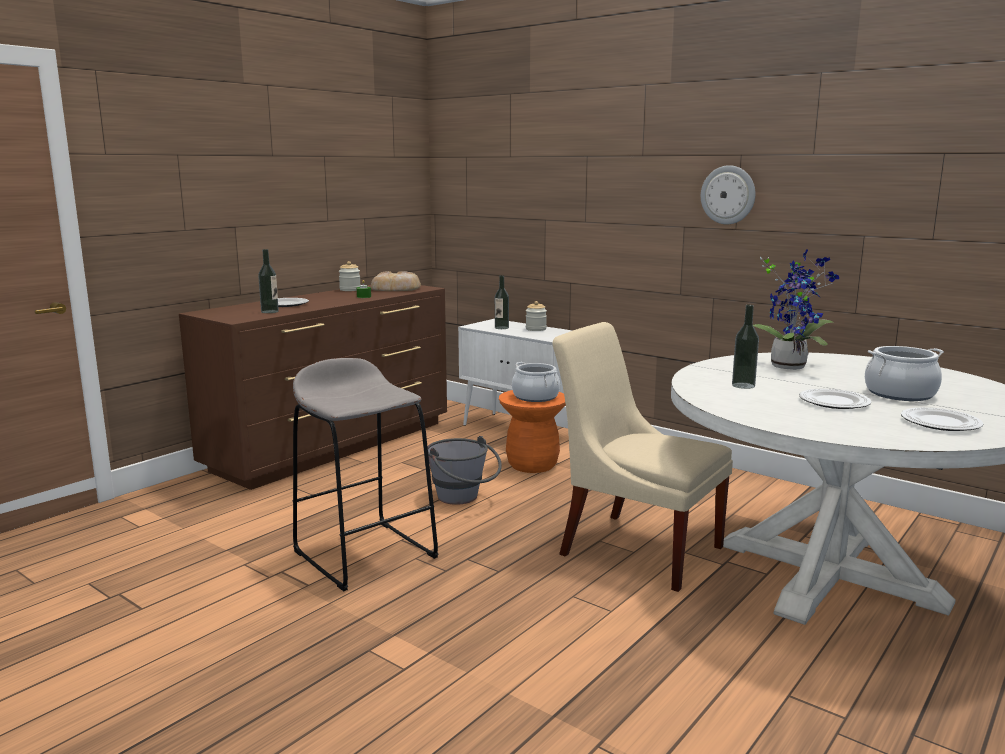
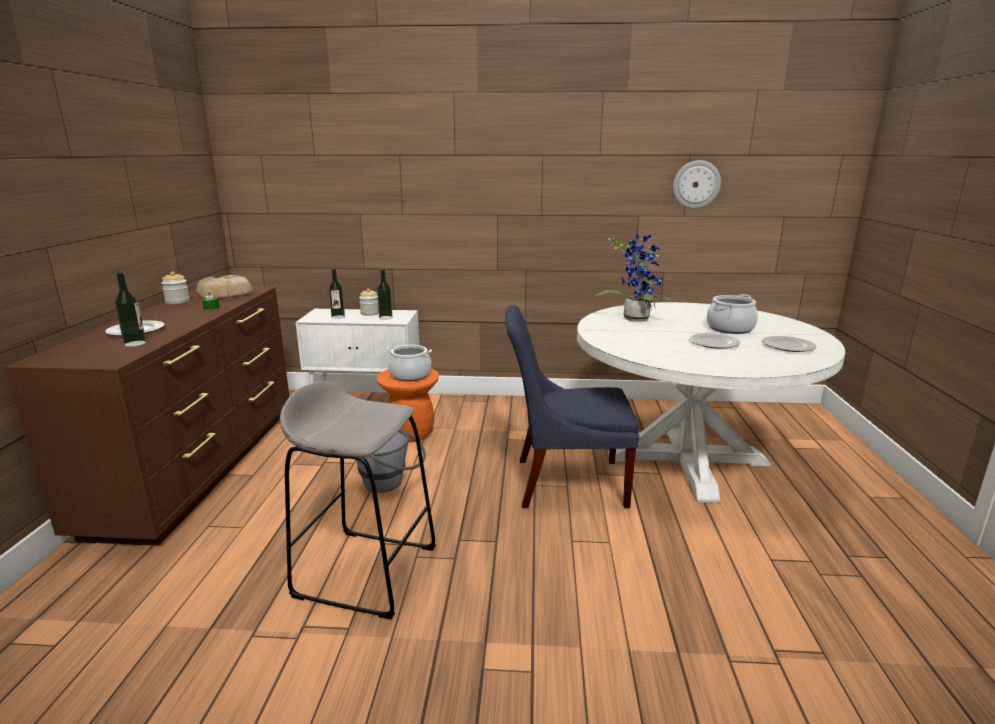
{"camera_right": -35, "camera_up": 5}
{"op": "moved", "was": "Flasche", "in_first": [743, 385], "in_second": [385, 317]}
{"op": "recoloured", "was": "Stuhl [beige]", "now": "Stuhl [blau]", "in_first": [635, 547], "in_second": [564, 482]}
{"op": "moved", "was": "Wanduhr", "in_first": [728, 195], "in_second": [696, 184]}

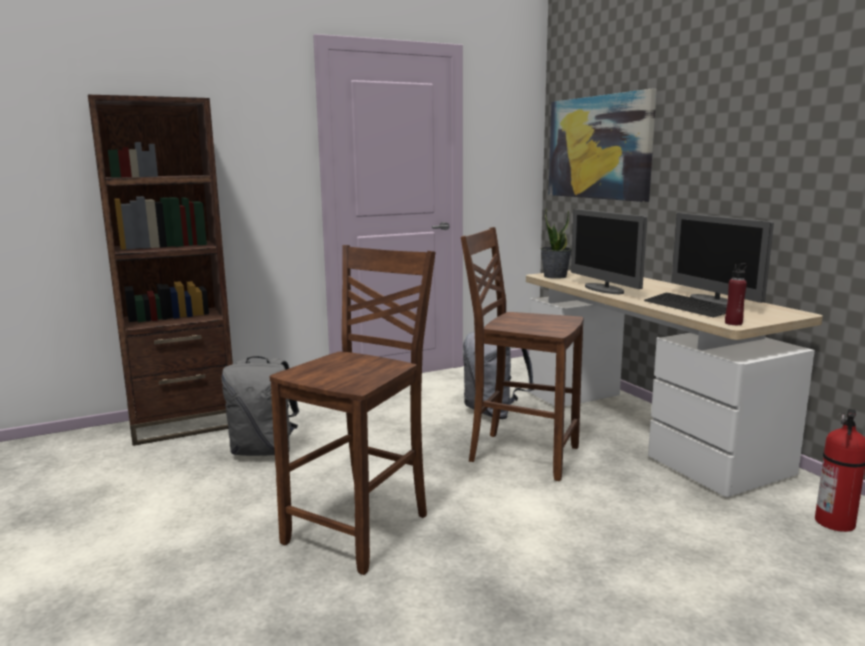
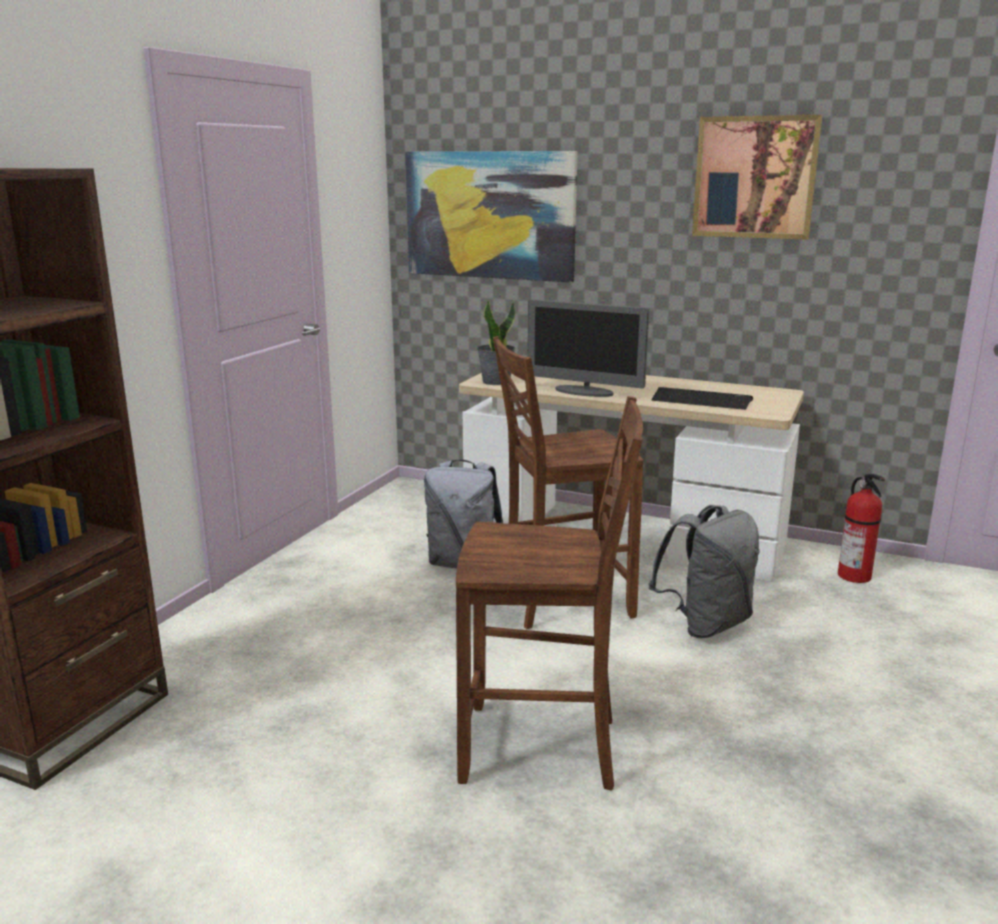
{"camera_right": -40, "camera_up": 5}
{"op": "turned", "was": "Stuhl [braun]", "in_first": [362, 529], "in_second": [543, 749], "clockwise": 105}
{"op": "moved", "was": "Rucksack [grau]", "in_first": [264, 451], "in_second": [705, 624]}
{"op": "added", "now": "Bild", "in_second": [755, 177]}
{"op": "removed", "was": "Monitor", "in_first": [714, 302]}
{"op": "removed", "was": "Flasche [rot]", "in_first": [733, 323]}

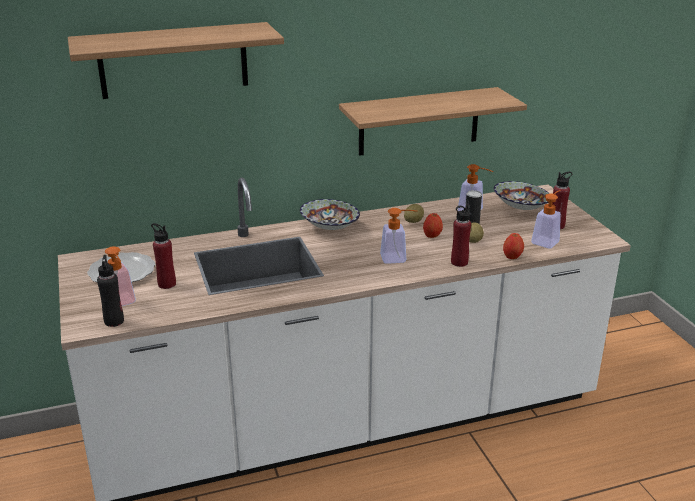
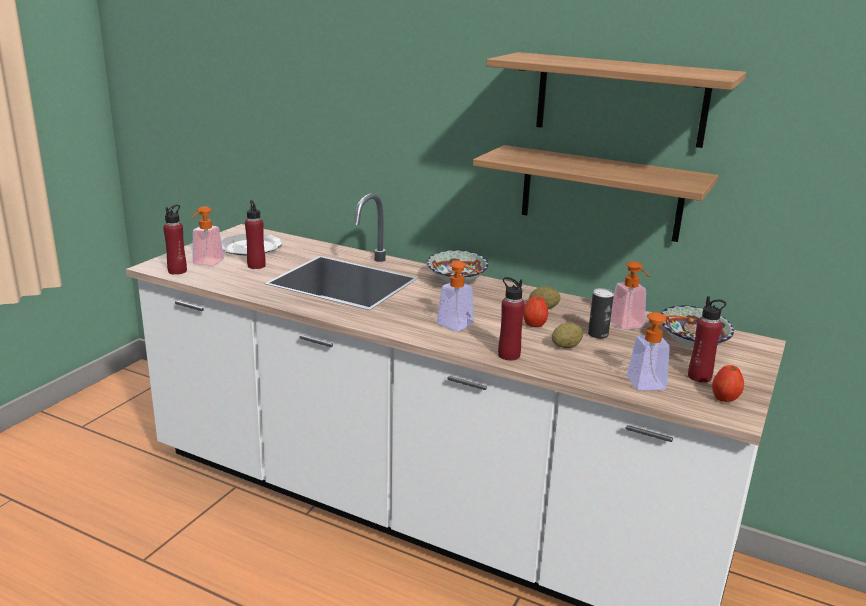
{"camera_right": 45, "camera_up": -5}
{"op": "recoloured", "was": "Flasche [schwarz]", "now": "Flasche [rot]", "in_first": [114, 321], "in_second": [177, 271]}
{"op": "moved", "was": "Wandregal", "in_first": [173, 60], "in_second": [620, 99]}
{"op": "moved", "was": "Apfel", "in_first": [512, 257], "in_second": [724, 399]}

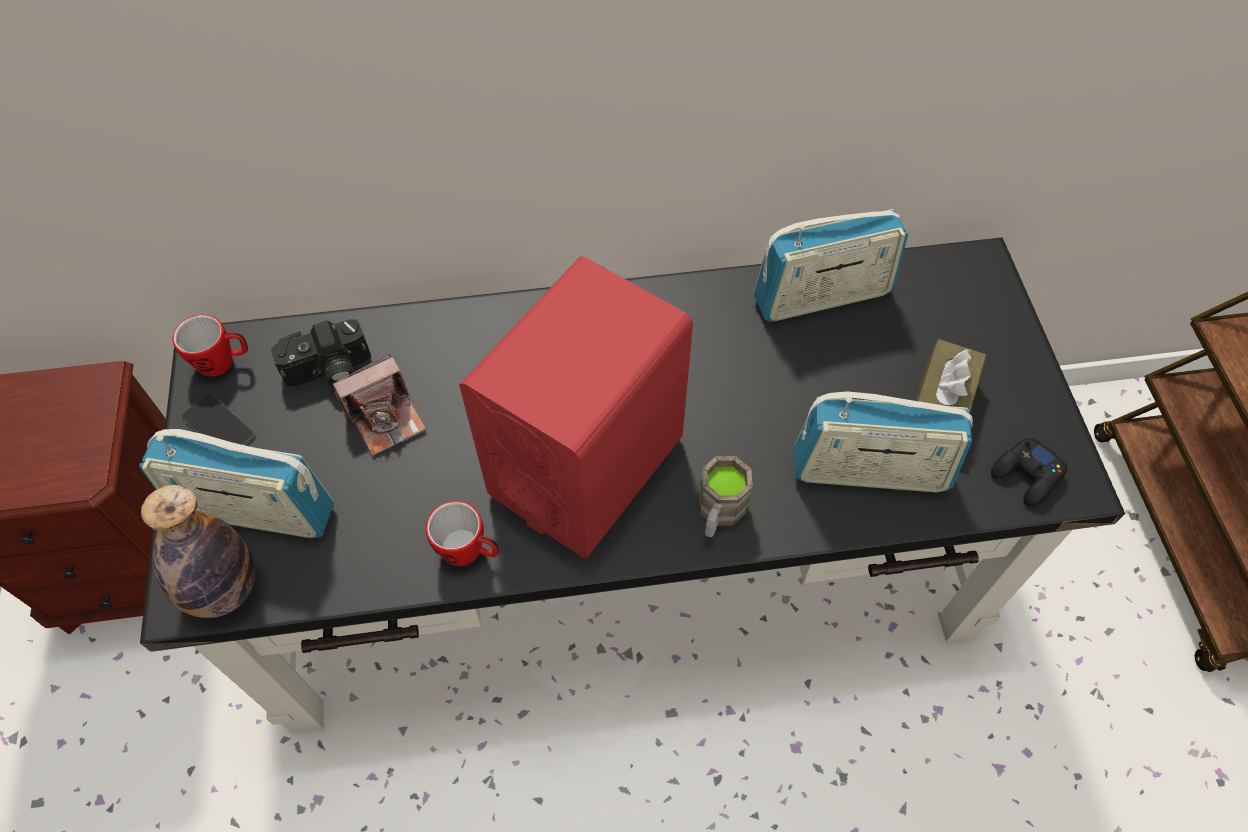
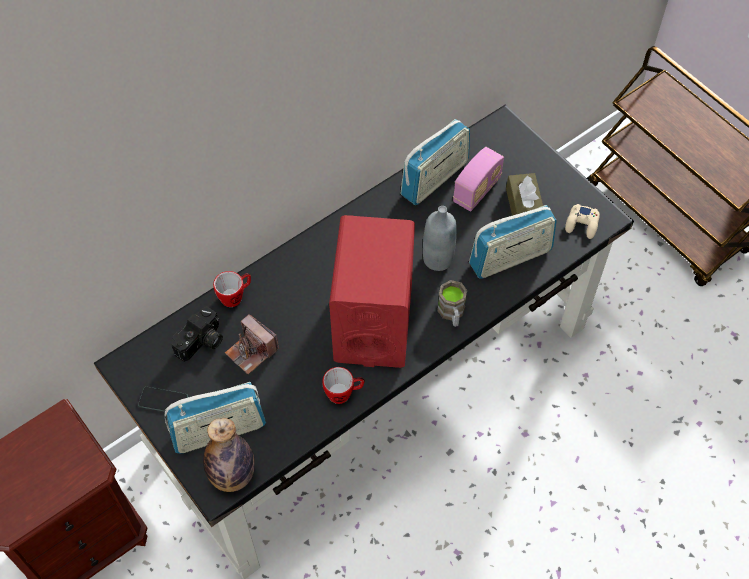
{"camera_right": -30, "camera_up": 0}
{"op": "moved", "was": "Henkelbecher", "in_first": [223, 362], "in_second": [235, 296]}
{"op": "turned", "was": "Kamera", "in_first": [386, 418], "in_second": [252, 351], "clockwise": 105}
{"op": "added", "now": "Flasche [grau]", "in_second": [437, 259]}
{"op": "added", "now": "Radio", "in_second": [477, 190]}
{"op": "recoloured", "was": "Gamepad [schwarz]", "now": "Gamepad [beige]", "in_first": [1026, 475], "in_second": [582, 224]}

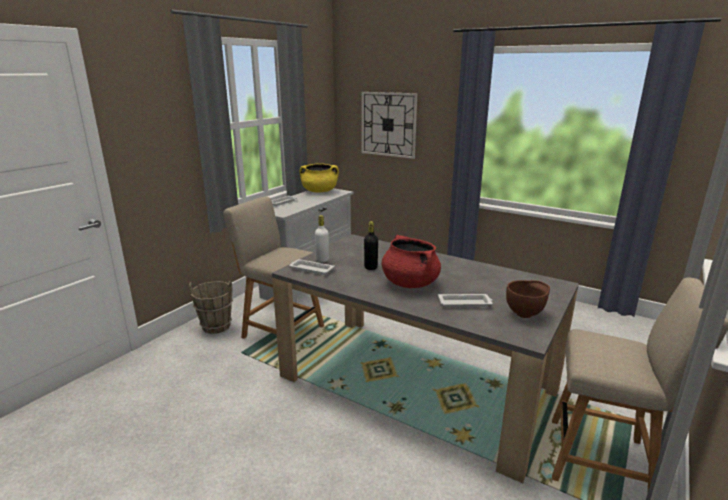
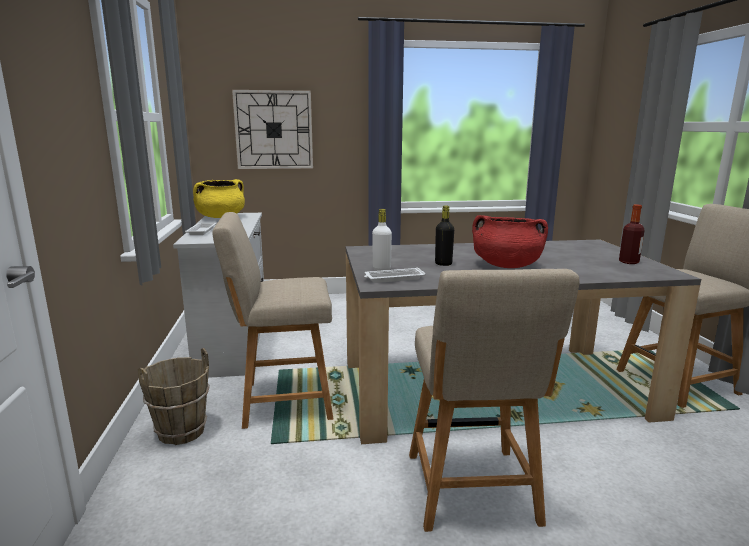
{"camera_right": -40, "camera_up": -5}
{"op": "added", "now": "Stuhl [beige]", "in_second": [472, 493]}
{"op": "replaced", "was": "Schüssel [braun]", "now": "Flasche", "in_first": [525, 314], "in_second": [628, 262]}
{"op": "removed", "was": "Tablett [weiß]", "in_first": [465, 303]}

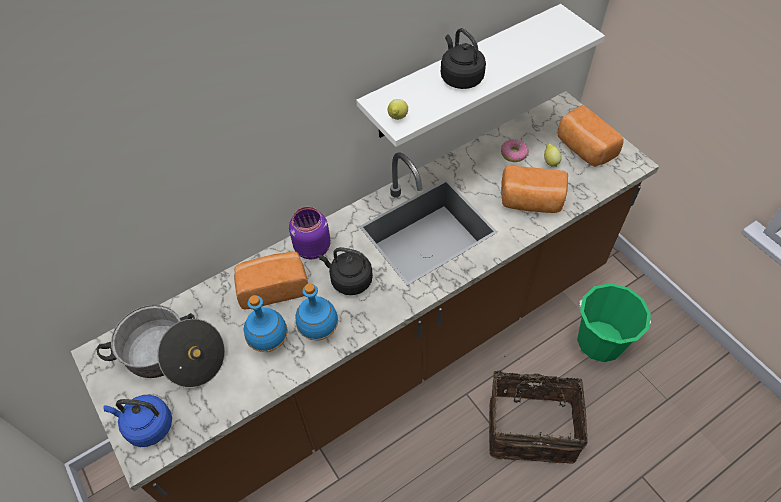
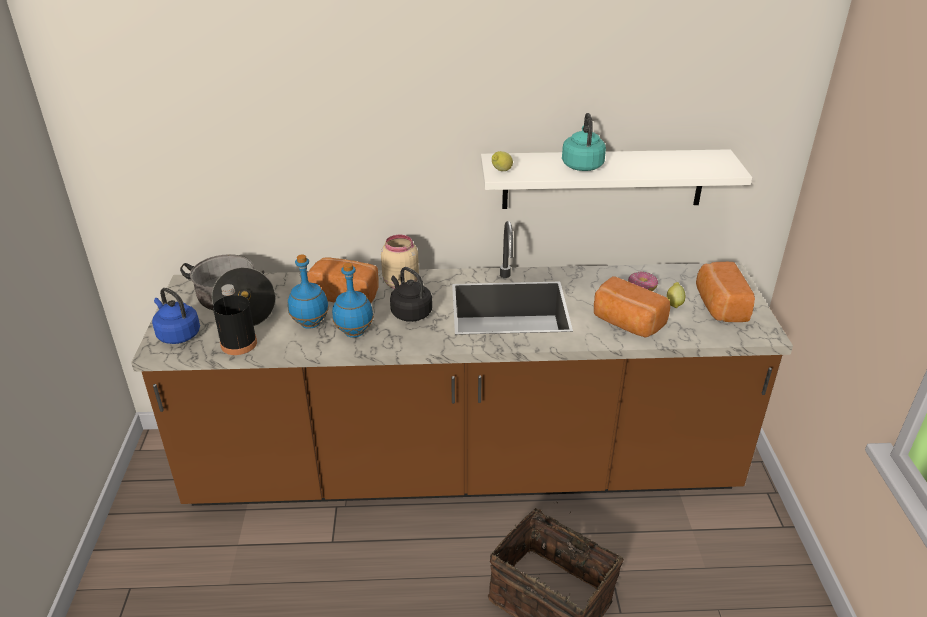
{"camera_right": 30, "camera_up": -20}
{"op": "added", "now": "Flasche [schwarz]", "in_second": [239, 344]}
{"op": "recoloured", "was": "Vorratsglas [lila]", "now": "Vorratsglas [beige]", "in_first": [311, 247], "in_second": [400, 282]}
{"op": "recoloured", "was": "Wasserkessel [schwarz]", "now": "Wasserkessel [türkis]", "in_first": [460, 77], "in_second": [582, 165]}
{"op": "removed", "was": "Eimer [grün]", "in_first": [600, 341]}

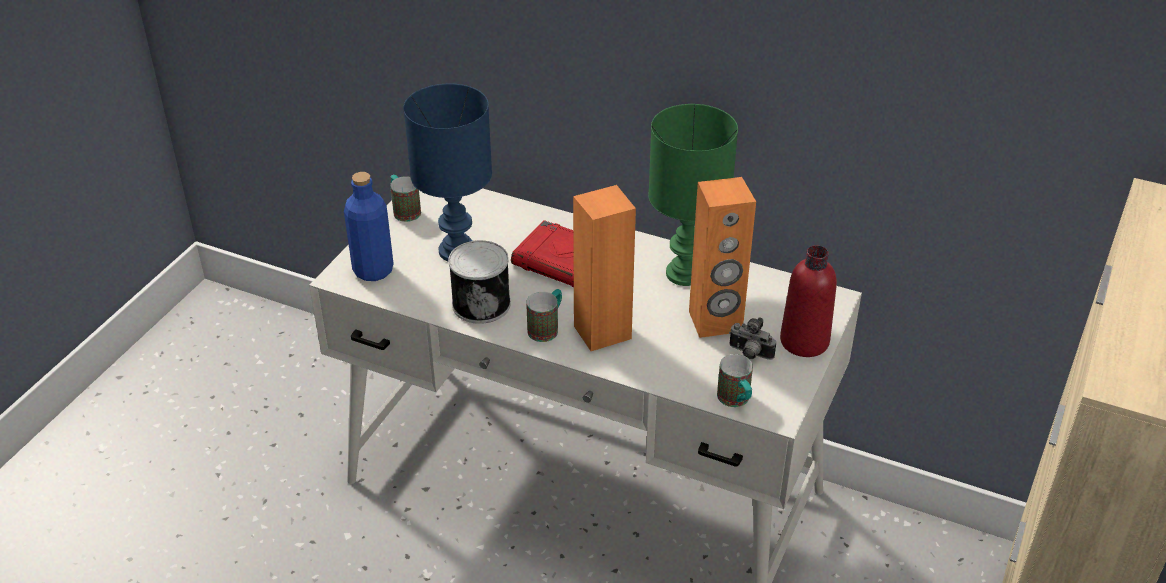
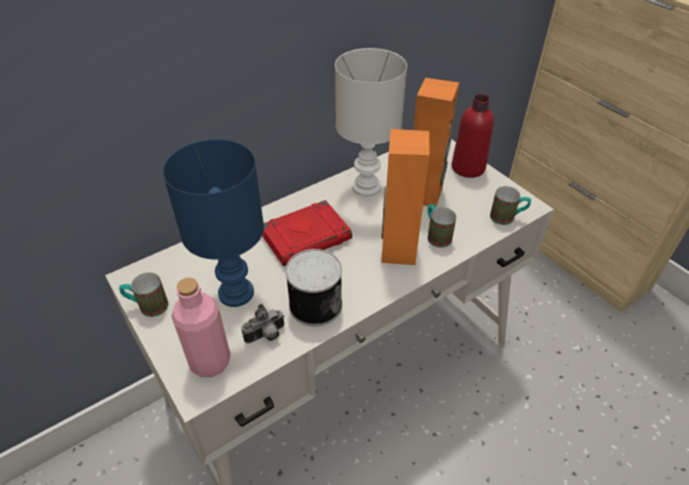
{"camera_right": -60, "camera_up": 5}
{"op": "recoloured", "was": "Flasche [blau]", "now": "Flasche [rosa]", "in_first": [373, 270], "in_second": [210, 361]}
{"op": "moved", "was": "Kamera", "in_first": [749, 354], "in_second": [266, 336]}
{"op": "recoloured", "was": "Tischlampe [grün]", "now": "Tischlampe [weiß]", "in_first": [686, 274], "in_second": [367, 187]}
{"op": "moved", "was": "Henkelbecher", "in_first": [547, 328], "in_second": [436, 235]}

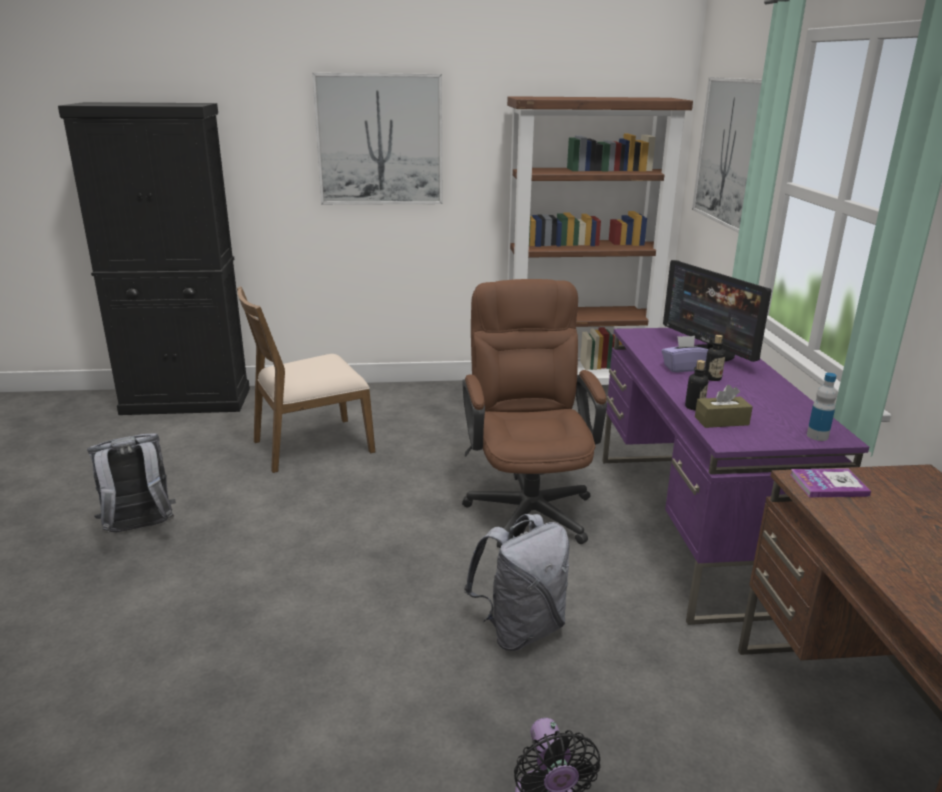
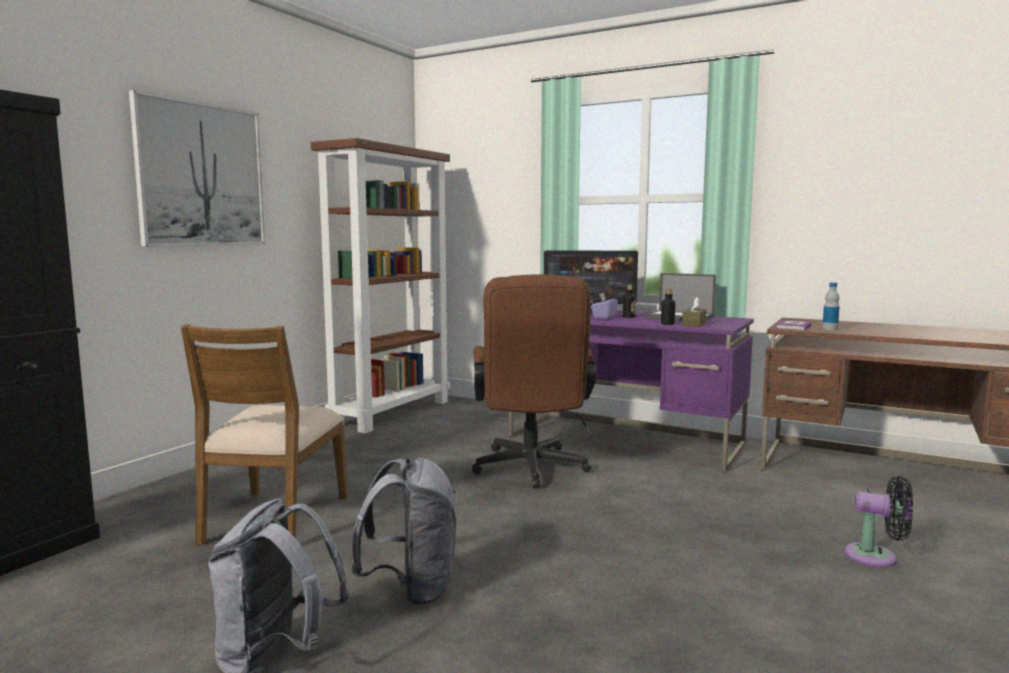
{"camera_right": -55, "camera_up": -15}
{"op": "moved", "was": "Rucksack [grau]", "in_first": [520, 629], "in_second": [412, 589]}
{"op": "turned", "was": "Bürostuhl [braun]", "in_first": [528, 504], "in_second": [531, 470], "clockwise": -120}
{"op": "added", "now": "Laptop", "in_second": [680, 317]}
{"op": "moved", "was": "Flasche", "in_first": [817, 436], "in_second": [830, 329]}
{"op": "removed", "was": "Bild", "in_first": [731, 152]}

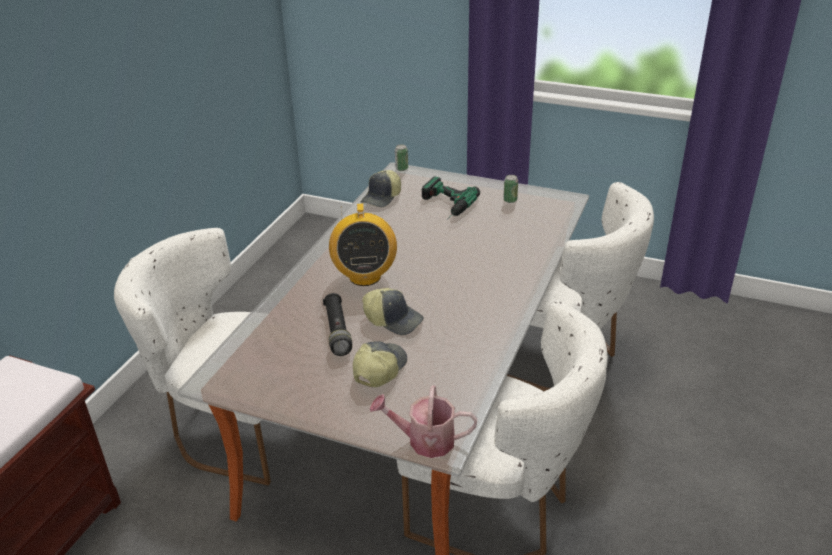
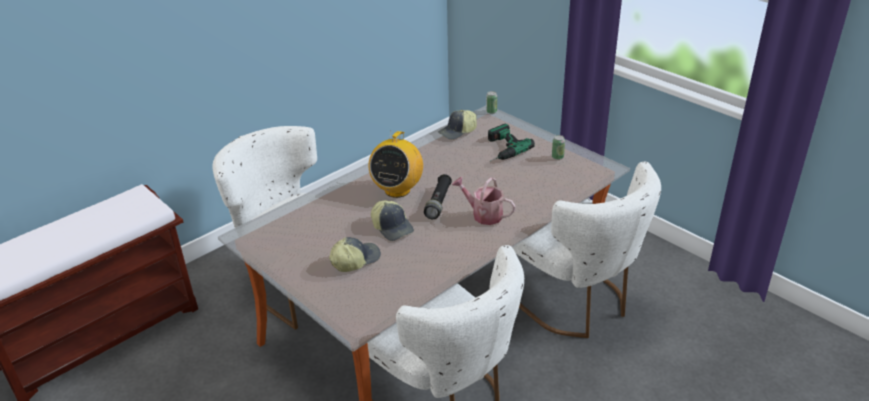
{"camera_right": 25, "camera_up": 0}
{"op": "moved", "was": "Taschenlampe [schwarz]", "in_first": [337, 331], "in_second": [438, 202]}
{"op": "moved", "was": "Gießkanne", "in_first": [424, 440], "in_second": [483, 214]}

